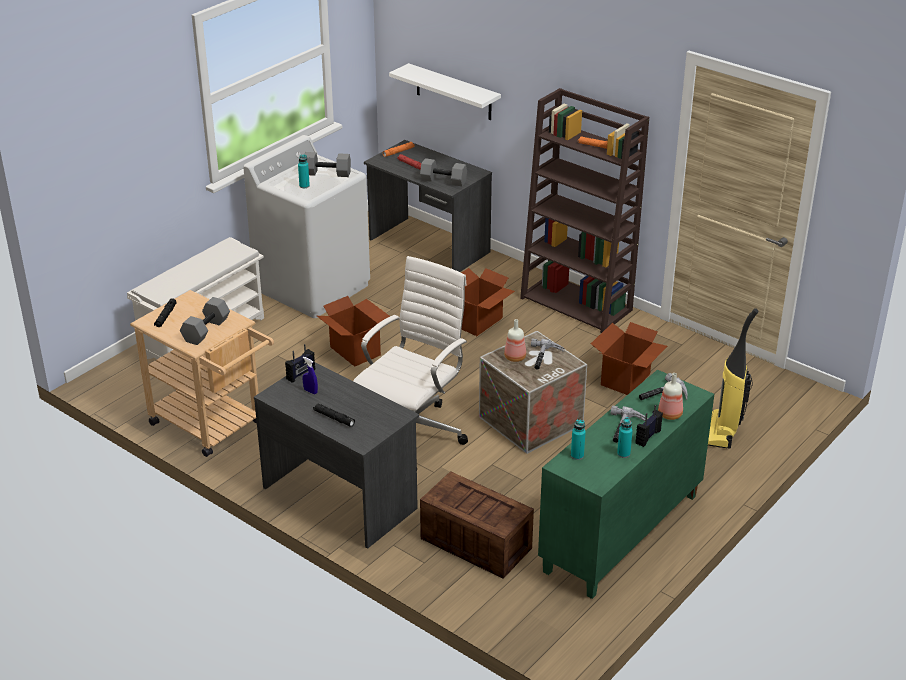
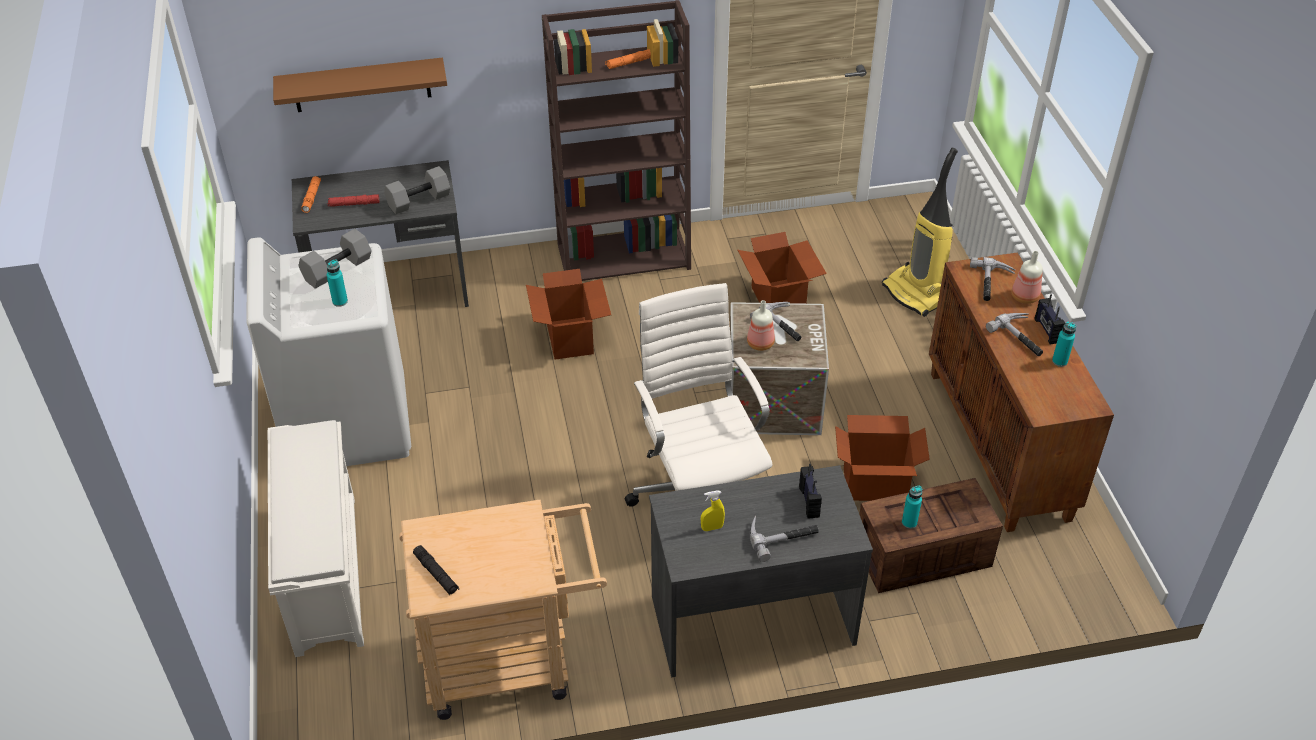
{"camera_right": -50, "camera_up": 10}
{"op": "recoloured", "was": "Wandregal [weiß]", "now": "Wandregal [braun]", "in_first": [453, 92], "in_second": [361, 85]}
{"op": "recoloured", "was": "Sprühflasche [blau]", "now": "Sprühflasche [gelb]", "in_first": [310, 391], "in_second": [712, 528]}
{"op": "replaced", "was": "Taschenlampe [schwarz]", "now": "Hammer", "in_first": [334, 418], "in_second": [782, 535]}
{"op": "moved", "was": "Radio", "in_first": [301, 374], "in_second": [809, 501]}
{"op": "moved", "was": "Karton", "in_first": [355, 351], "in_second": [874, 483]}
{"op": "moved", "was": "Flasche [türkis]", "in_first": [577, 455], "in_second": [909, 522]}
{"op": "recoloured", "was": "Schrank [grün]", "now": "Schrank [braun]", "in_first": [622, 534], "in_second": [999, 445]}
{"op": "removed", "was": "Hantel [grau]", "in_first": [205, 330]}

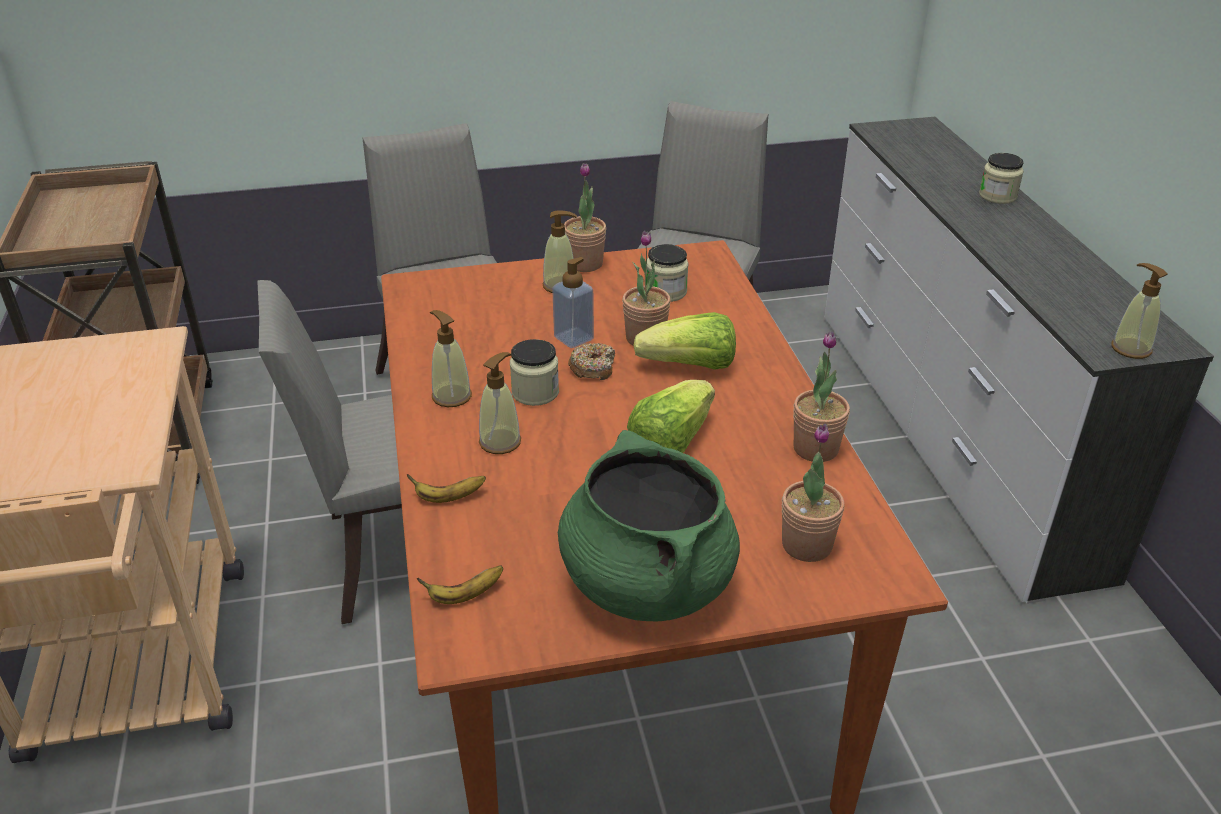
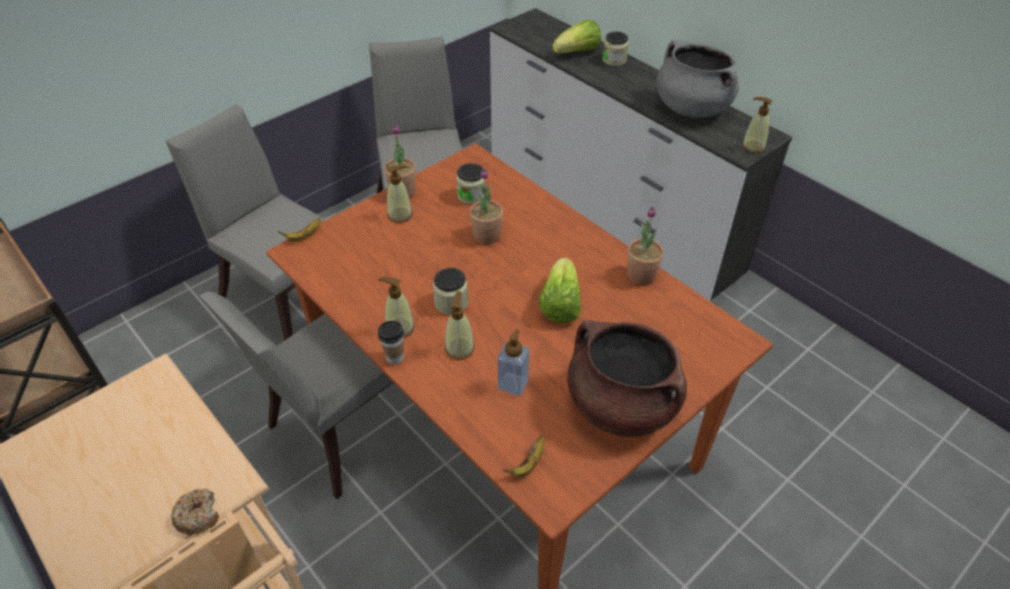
{"camera_right": -30, "camera_up": 10}
{"op": "moved", "was": "Donut", "in_first": [593, 368], "in_second": [198, 515]}
{"op": "moved", "was": "Banane", "in_first": [448, 498], "in_second": [304, 236]}
{"op": "added", "now": "Tasse", "in_second": [395, 357]}
{"op": "moved", "was": "Seifenspender", "in_first": [573, 338], "in_second": [513, 384]}
{"op": "moved", "was": "Salatkopf", "in_first": [690, 366], "in_second": [578, 52]}
{"op": "recoloured", "was": "Kochtopf [grün]", "now": "Kochtopf [braun]", "in_first": [646, 582], "in_second": [620, 405]}
{"op": "added", "now": "Kochtopf [grau]", "in_second": [691, 107]}
{"op": "removed", "was": "Topfpflanze", "in_first": [806, 545]}

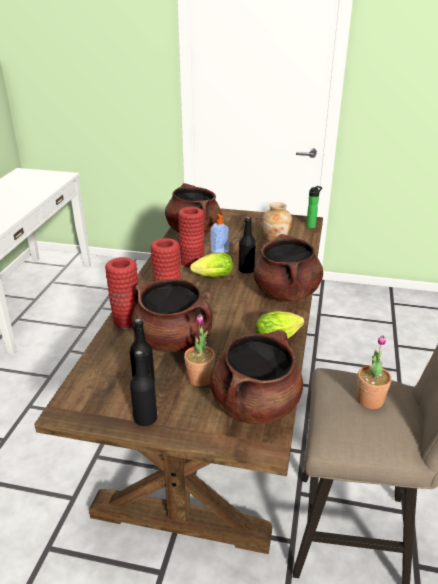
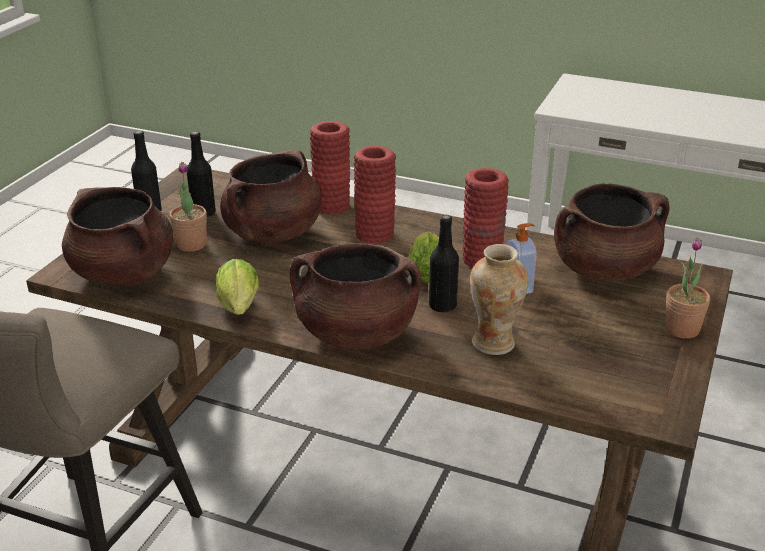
{"camera_right": 100, "camera_up": 0}
{"op": "moved", "was": "Topfpflanze", "in_first": [369, 400], "in_second": [682, 329]}
{"op": "removed", "was": "Flasche", "in_first": [311, 226]}

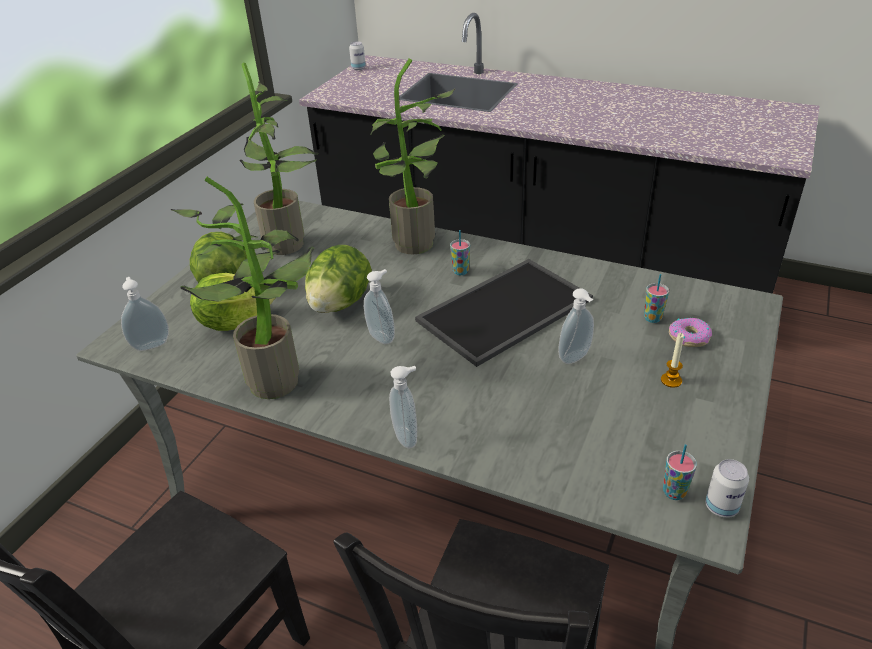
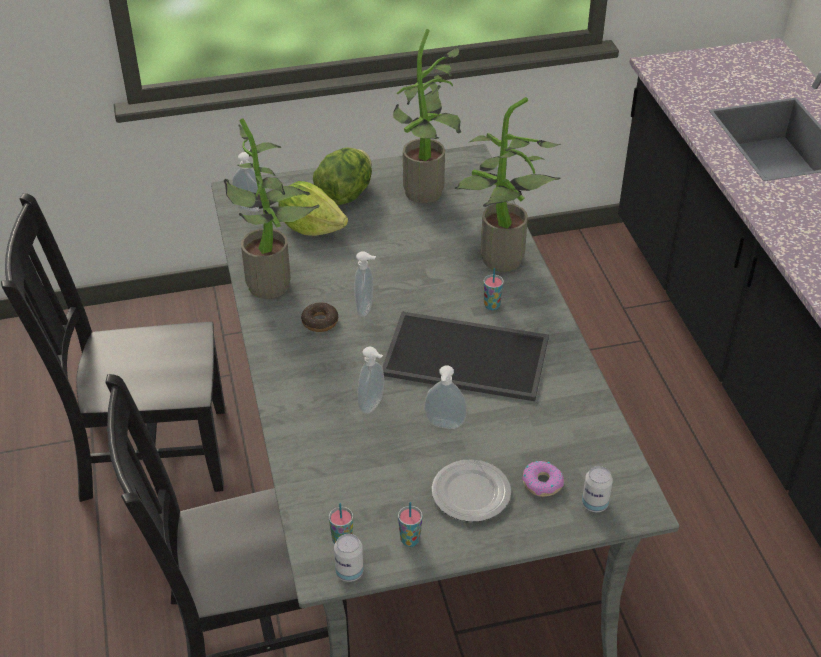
{"camera_right": 50, "camera_up": 5}
{"op": "added", "now": "Donut", "in_second": [320, 322]}
{"op": "moved", "was": "Seifenspender", "in_first": [407, 437], "in_second": [373, 405]}
{"op": "moved", "was": "Tasse", "in_first": [652, 318], "in_second": [410, 540]}
{"op": "replaced", "was": "Kerze", "now": "Teller", "in_first": [671, 380], "in_second": [470, 493]}
{"op": "moved", "was": "Dose", "in_first": [358, 68], "in_second": [594, 504]}
{"op": "removed", "was": "Salatkopf", "in_first": [340, 303]}

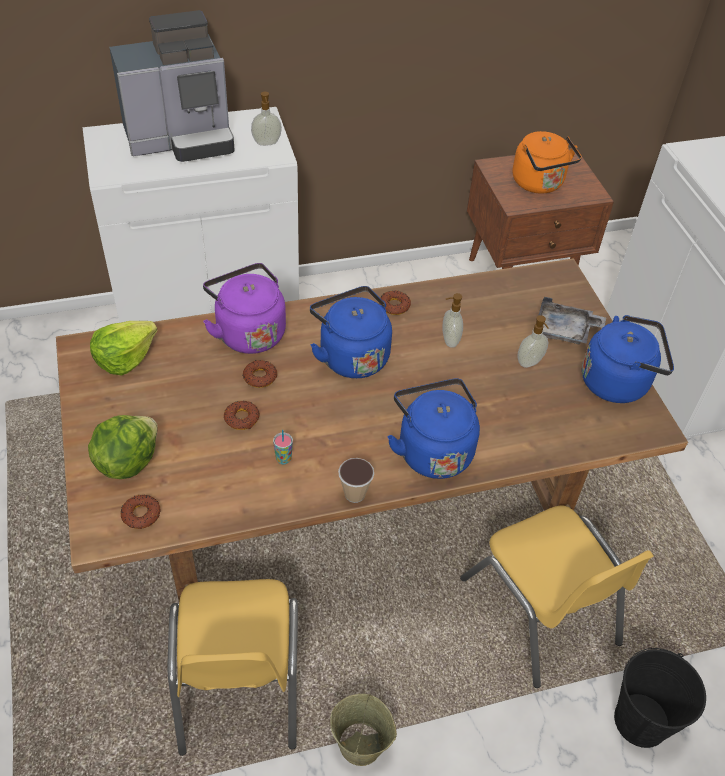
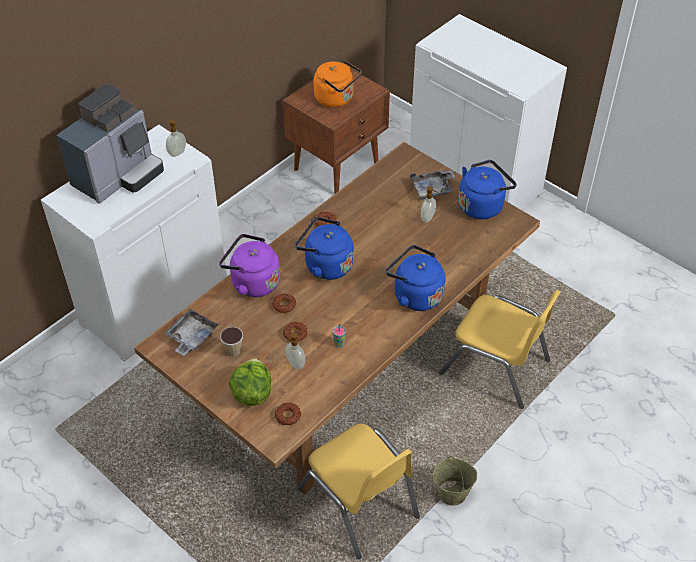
{"camera_right": -30, "camera_up": 0}
{"op": "replaced", "was": "Salatkopf", "now": "Tablett [grau]", "in_first": [124, 358], "in_second": [191, 337]}
{"op": "moved", "was": "Tasse", "in_first": [354, 494], "in_second": [233, 351]}
{"op": "moved", "was": "Seifenspender", "in_first": [449, 340], "in_second": [295, 364]}
{"op": "removed", "was": "Eimer [schwarz]", "in_first": [641, 721]}

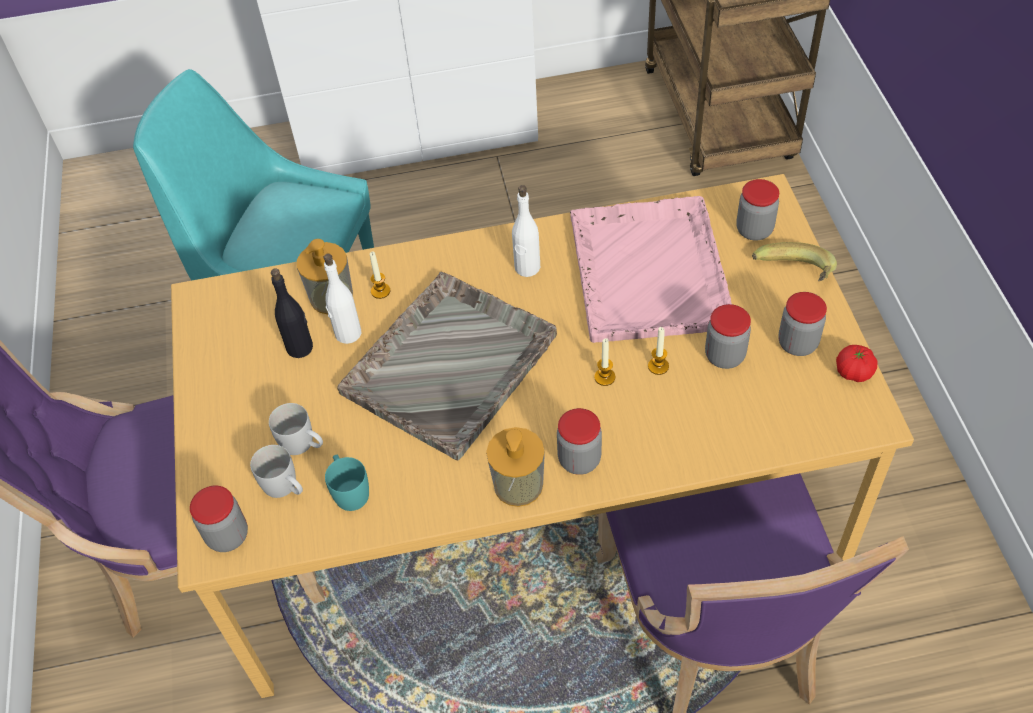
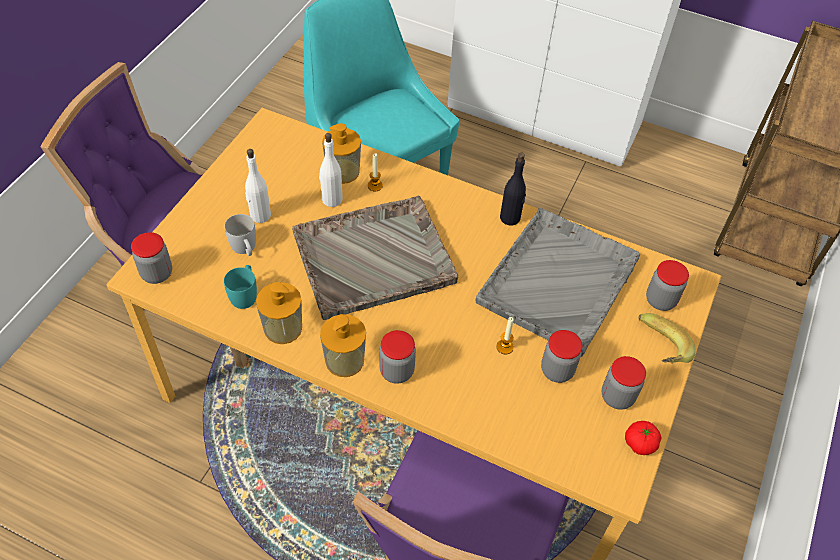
{"camera_right": 30, "camera_up": 0}
{"op": "moved", "was": "Flasche [weiß]", "in_first": [527, 268], "in_second": [260, 215]}
{"op": "added", "now": "Seifenspender", "in_second": [283, 328]}
{"op": "recoloured", "was": "Tablett [rosa]", "now": "Tablett [grau]", "in_first": [649, 269], "in_second": [559, 280]}
{"op": "moved", "was": "Flasche [schwarz]", "in_first": [300, 347], "in_second": [510, 218]}
{"op": "removed", "was": "Henkelbecher [weiß]", "in_first": [285, 487]}
{"op": "removed", "was": "Kerze", "in_first": [604, 377]}

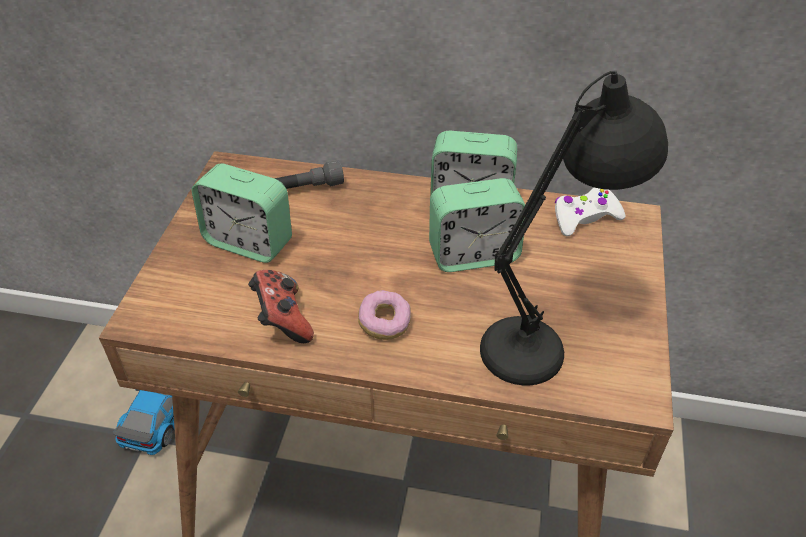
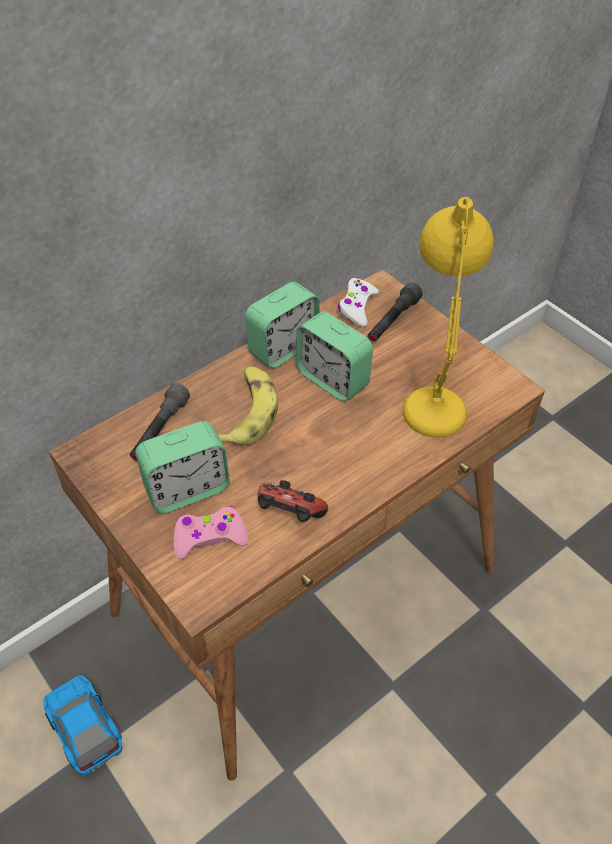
{"camera_right": -50, "camera_up": 5}
{"op": "added", "now": "Gamepad [rosa]", "in_second": [209, 537]}
{"op": "added", "now": "Banane", "in_second": [248, 412]}
{"op": "turned", "was": "Wecker", "in_first": [473, 255], "in_second": [332, 379], "clockwise": 105}
{"op": "added", "now": "Taschenlampe [grau]", "in_second": [392, 321]}
{"op": "recoloured", "was": "Tischlampe [schwarz]", "now": "Tischlampe [gelb]", "in_first": [549, 337], "in_second": [435, 392]}
{"op": "removed", "was": "Donut", "in_first": [384, 323]}

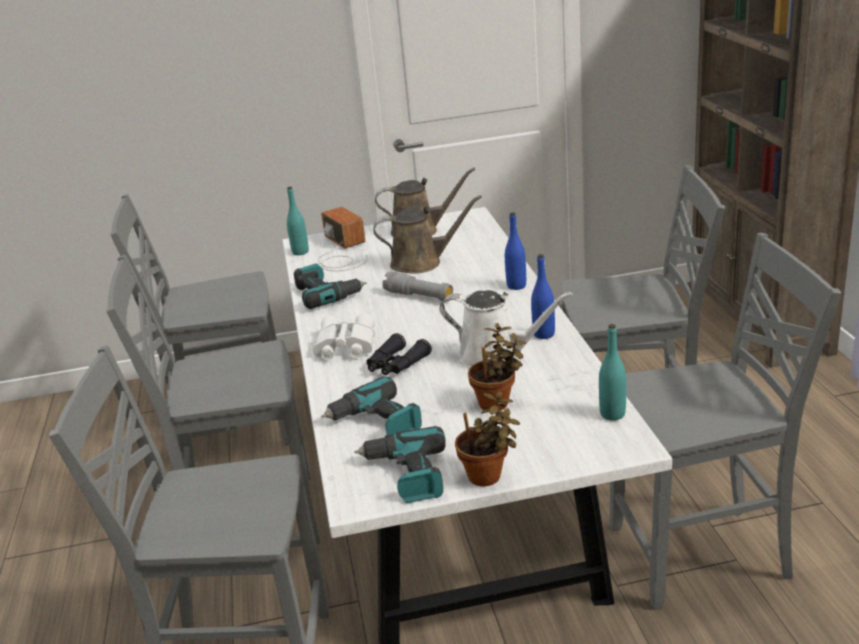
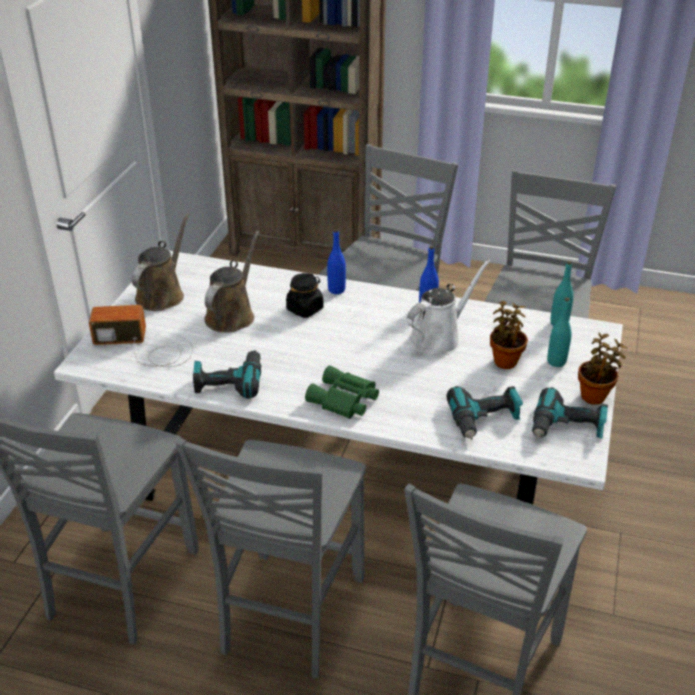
{"camera_right": -65, "camera_up": 10}
{"op": "added", "now": "Vorratsglas [schwarz]", "in_second": [305, 309]}
{"op": "recoloured", "was": "Fernglas [weiß]", "now": "Fernglas [grün]", "in_first": [344, 346], "in_second": [343, 400]}
{"op": "moved", "was": "Flasche [türkis]", "in_first": [300, 252], "in_second": [556, 362]}
{"op": "removed", "was": "Fernglas [schwarz]", "in_first": [396, 365]}
{"op": "removed", "was": "Taschenlampe [grau]", "in_first": [419, 296]}

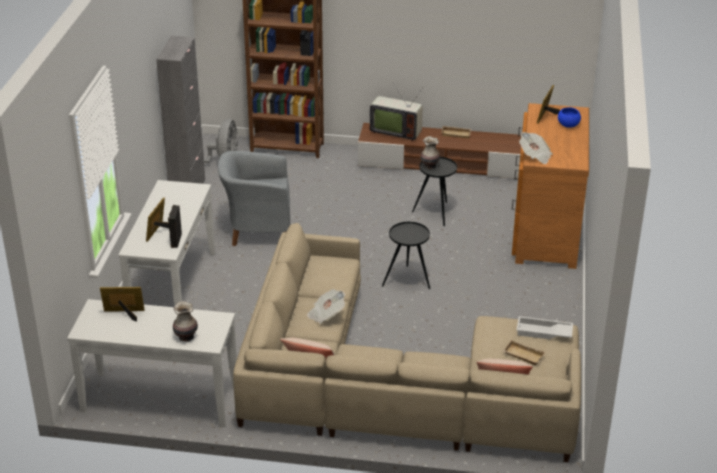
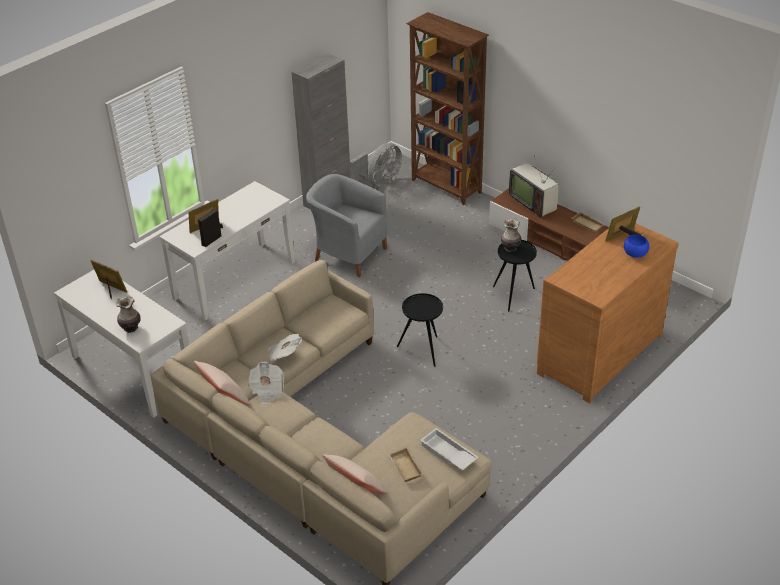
{"camera_right": 35, "camera_up": 5}
{"op": "moved", "was": "Zeitung", "in_first": [535, 156], "in_second": [267, 390]}

